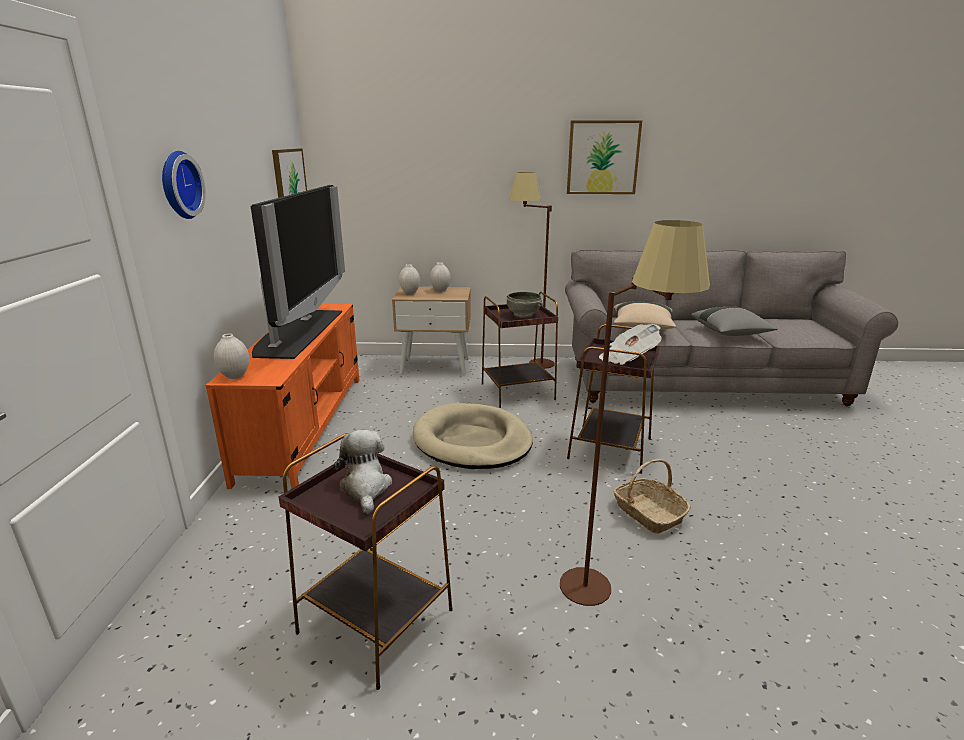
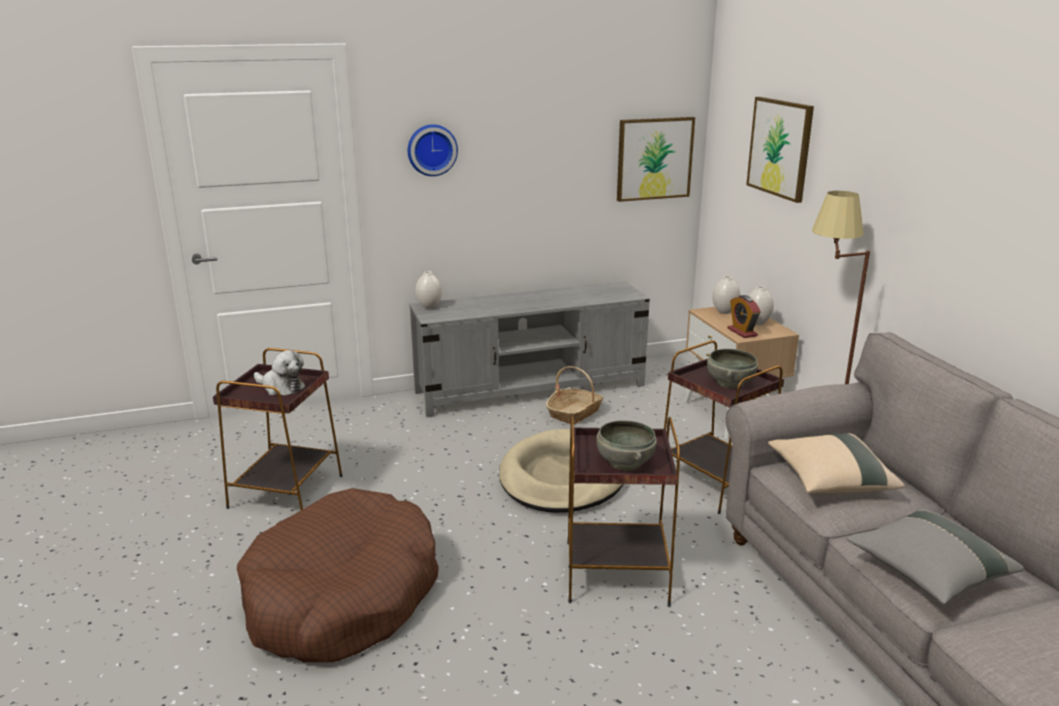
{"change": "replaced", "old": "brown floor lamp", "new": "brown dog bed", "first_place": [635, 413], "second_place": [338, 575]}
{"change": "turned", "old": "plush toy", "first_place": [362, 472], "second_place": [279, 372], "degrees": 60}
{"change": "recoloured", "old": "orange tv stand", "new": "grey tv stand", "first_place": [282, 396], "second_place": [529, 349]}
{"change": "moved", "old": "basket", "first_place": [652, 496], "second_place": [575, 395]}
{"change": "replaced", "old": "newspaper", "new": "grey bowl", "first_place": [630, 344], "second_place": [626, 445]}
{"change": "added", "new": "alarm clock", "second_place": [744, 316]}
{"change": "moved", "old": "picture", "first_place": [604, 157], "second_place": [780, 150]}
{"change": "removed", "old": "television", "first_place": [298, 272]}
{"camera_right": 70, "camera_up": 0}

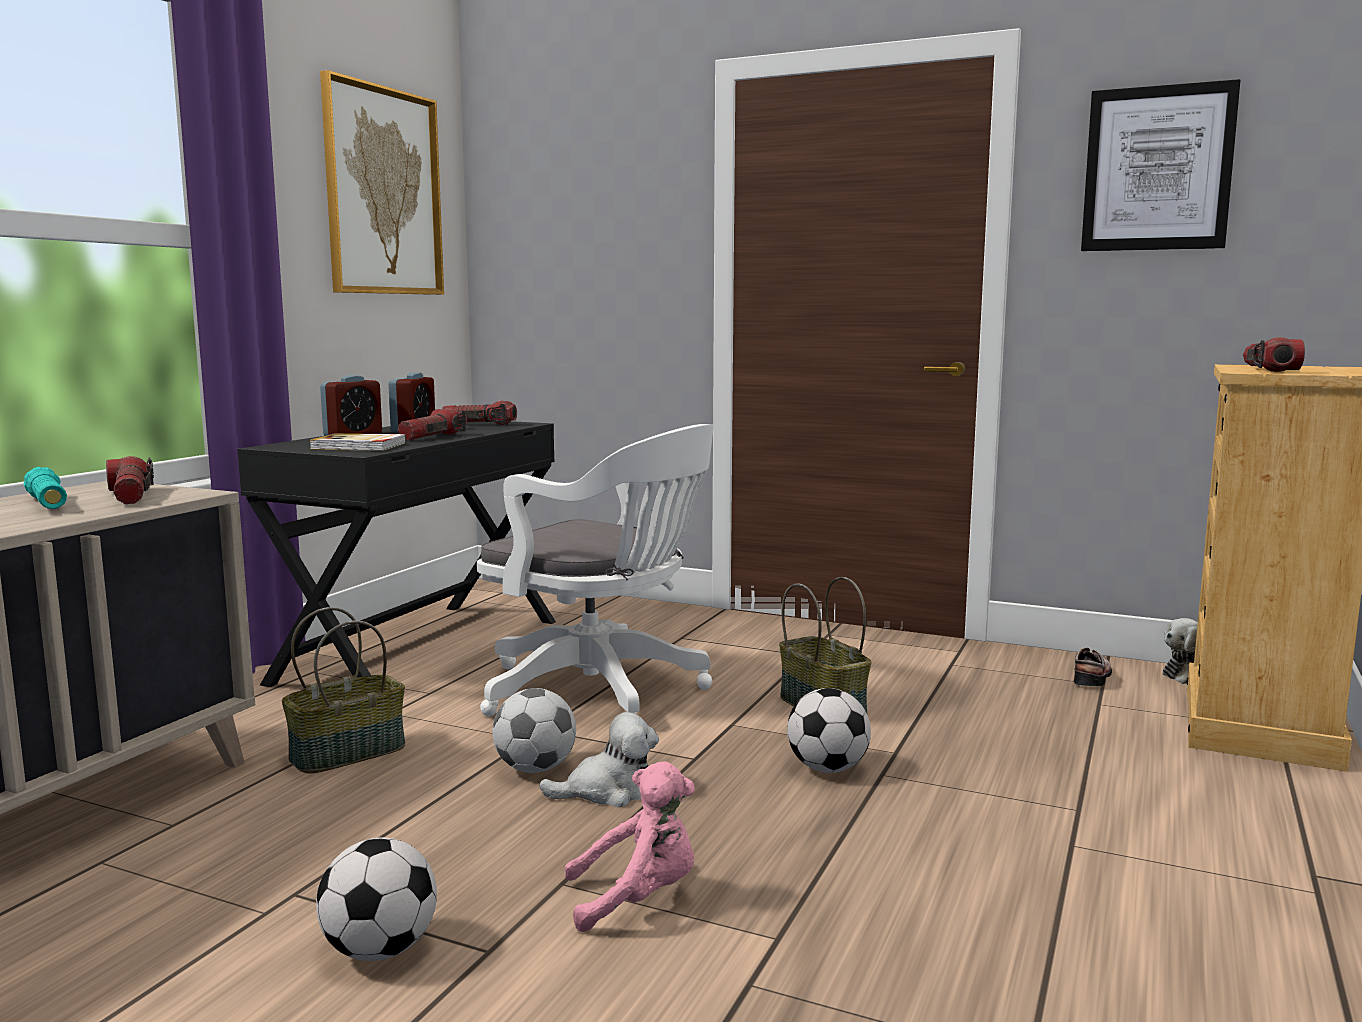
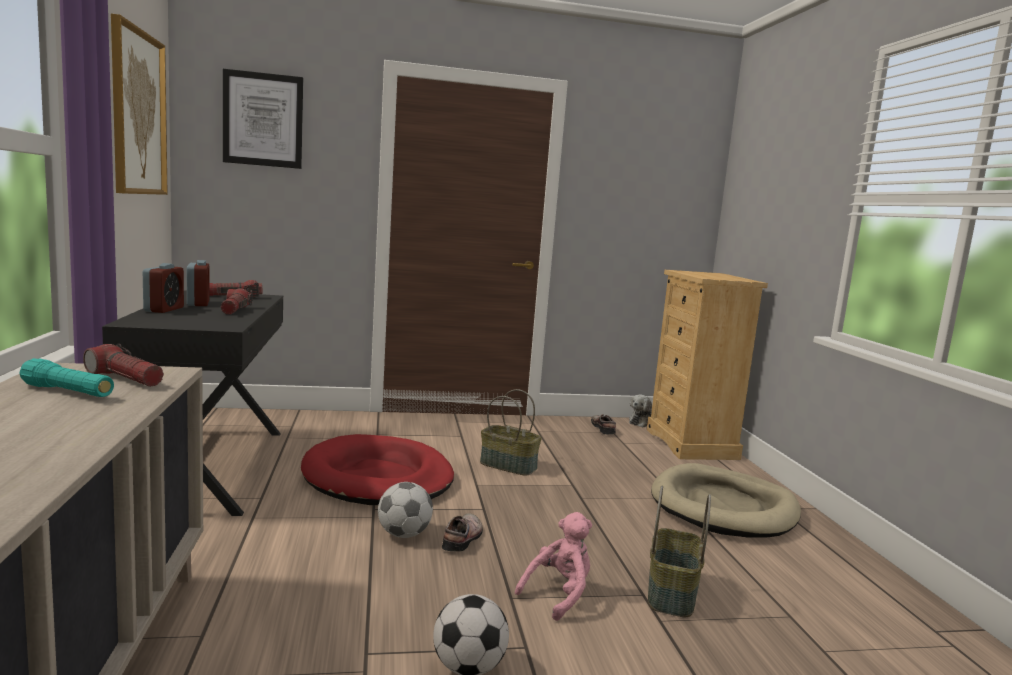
{"change": "moved", "old": "picture", "first_place": [1160, 165], "second_place": [263, 119]}
{"change": "replaced", "old": "white office chair", "new": "red dog bed", "first_place": [595, 570], "second_place": [377, 469]}
{"change": "replaced", "old": "plush toy", "new": "shoe", "first_place": [599, 759], "second_place": [462, 532]}
{"change": "moved", "old": "basket", "first_place": [343, 690], "second_place": [679, 551]}
{"change": "added", "new": "beige dog bed", "second_place": [726, 500]}
{"change": "removed", "old": "book", "first_place": [357, 442]}
{"change": "removed", "old": "football", "first_place": [829, 730]}
{"change": "removed", "old": "flashlight", "first_place": [1274, 354]}
{"camera_right": -35, "camera_up": 0}

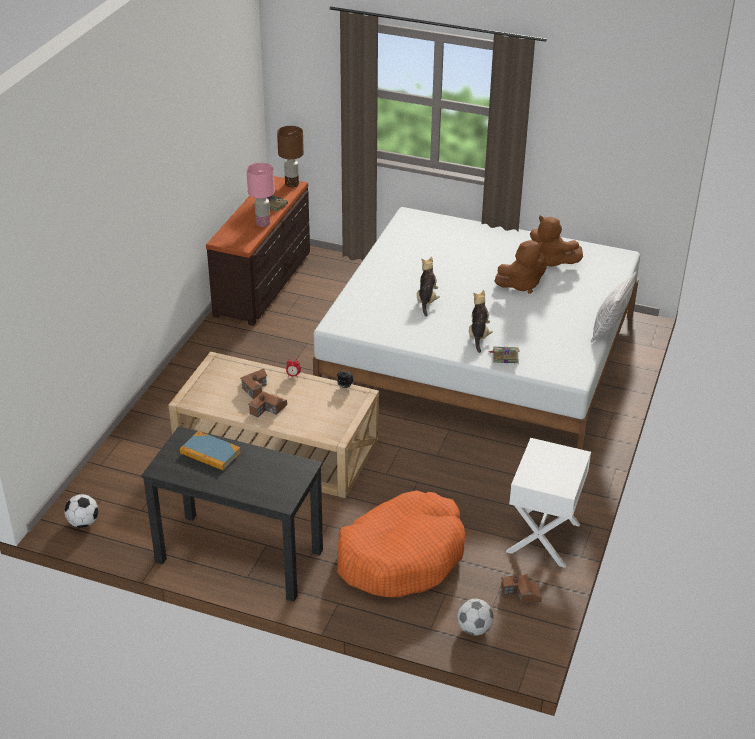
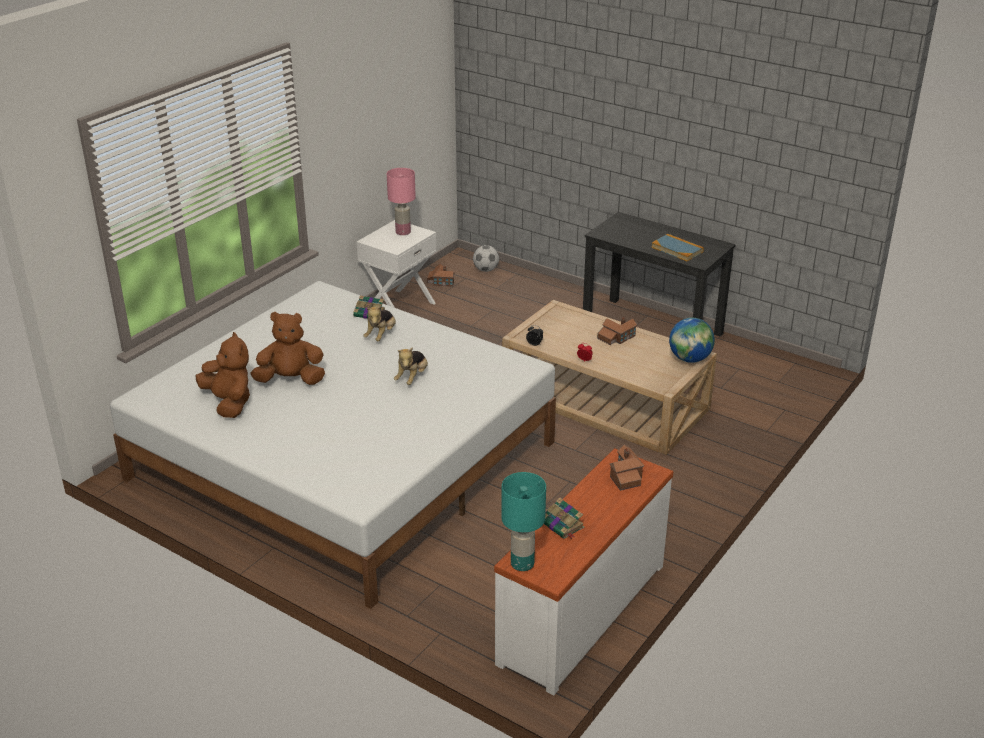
{"change": "moved", "old": "pink table lamp", "first_place": [261, 195], "second_place": [401, 201]}
{"change": "recoloured", "old": "brown dresser", "new": "white dresser", "first_place": [258, 251], "second_place": [583, 571]}
{"change": "recoloured", "old": "brown table lamp", "new": "turquoise table lamp", "first_place": [290, 156], "second_place": [523, 521]}
{"change": "moved", "old": "toy house", "first_place": [253, 384], "second_place": [626, 467]}
{"change": "added", "new": "globe", "second_place": [692, 340]}
{"change": "removed", "old": "football", "first_place": [81, 511]}
{"change": "removed", "old": "orange dog bed", "first_place": [401, 543]}
{"change": "removed", "old": "pillow", "first_place": [614, 306]}
{"camera_right": -165, "camera_up": -5}

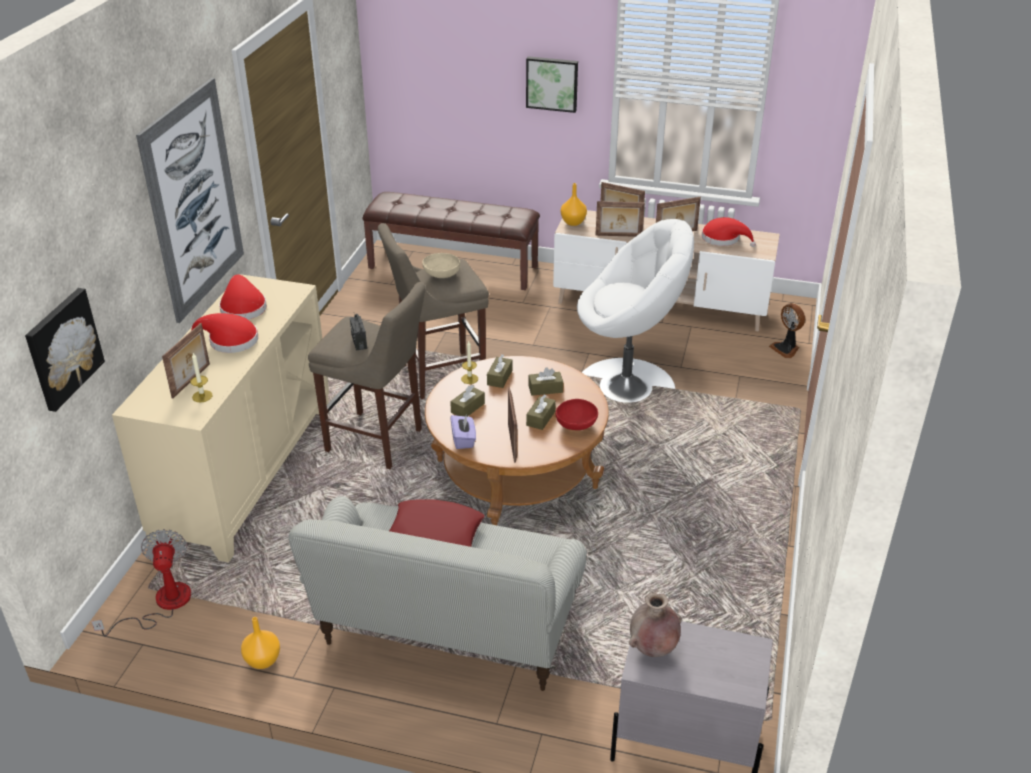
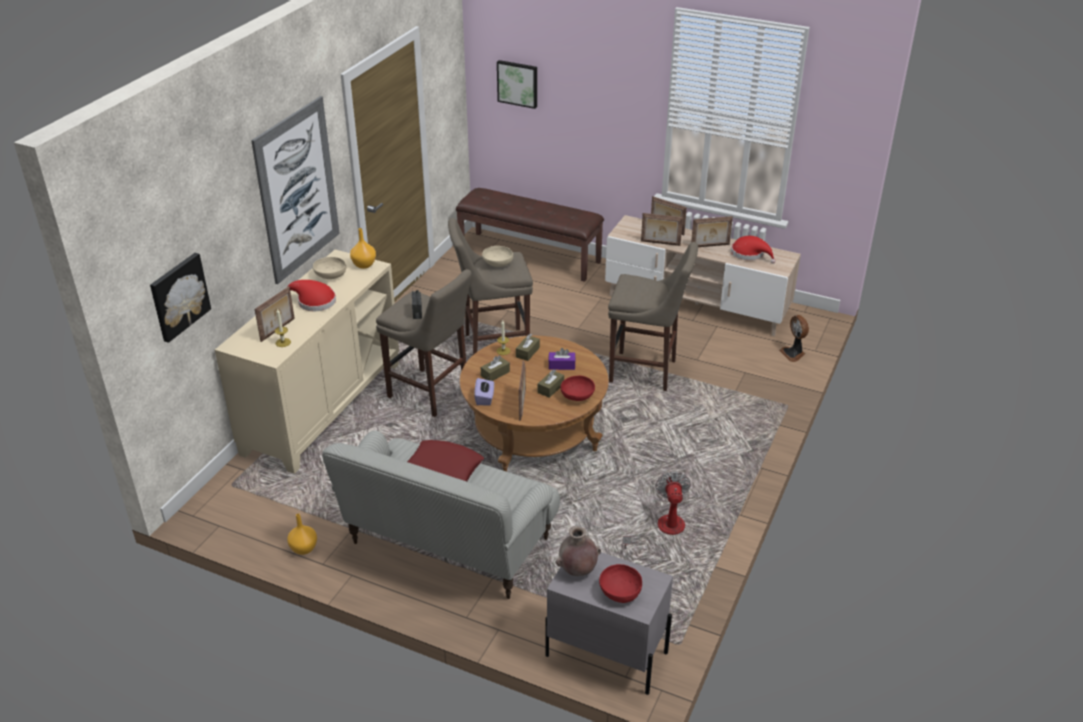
{"change": "replaced", "old": "red hat", "new": "beige bowl", "first_place": [243, 297], "second_place": [329, 268]}
{"change": "moved", "old": "orange vase", "first_place": [574, 204], "second_place": [363, 248]}
{"change": "moved", "old": "picture", "first_place": [552, 84], "second_place": [517, 84]}
{"change": "recoloured", "old": "brown tissue box", "new": "purple tissue box", "first_place": [545, 381], "second_place": [562, 359]}
{"change": "added", "new": "red bowl", "second_place": [620, 583]}
{"change": "replaced", "old": "white armchair", "new": "beige stool", "first_place": [635, 311], "second_place": [653, 316]}
{"change": "moved", "old": "fan", "first_place": [141, 582], "second_place": [657, 510]}
{"camera_right": 10, "camera_up": 0}

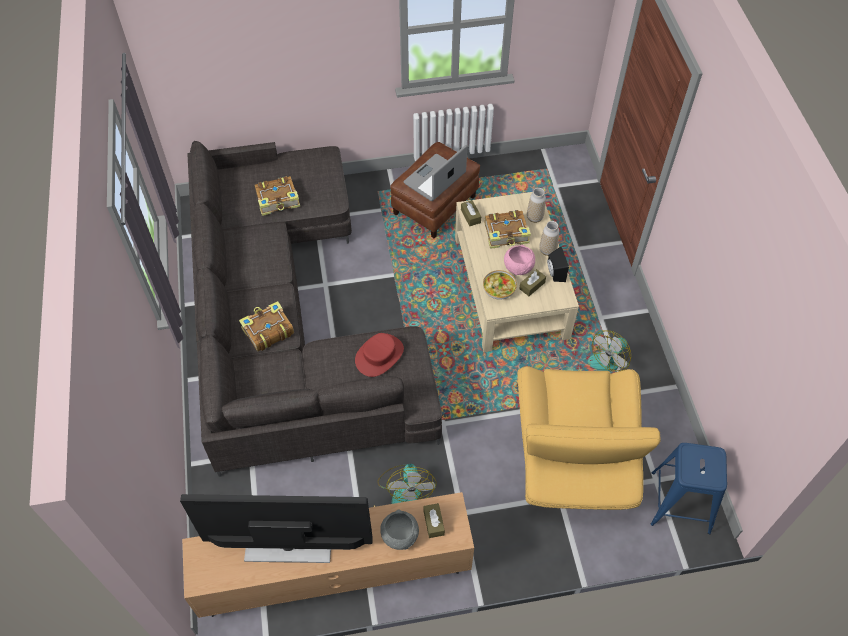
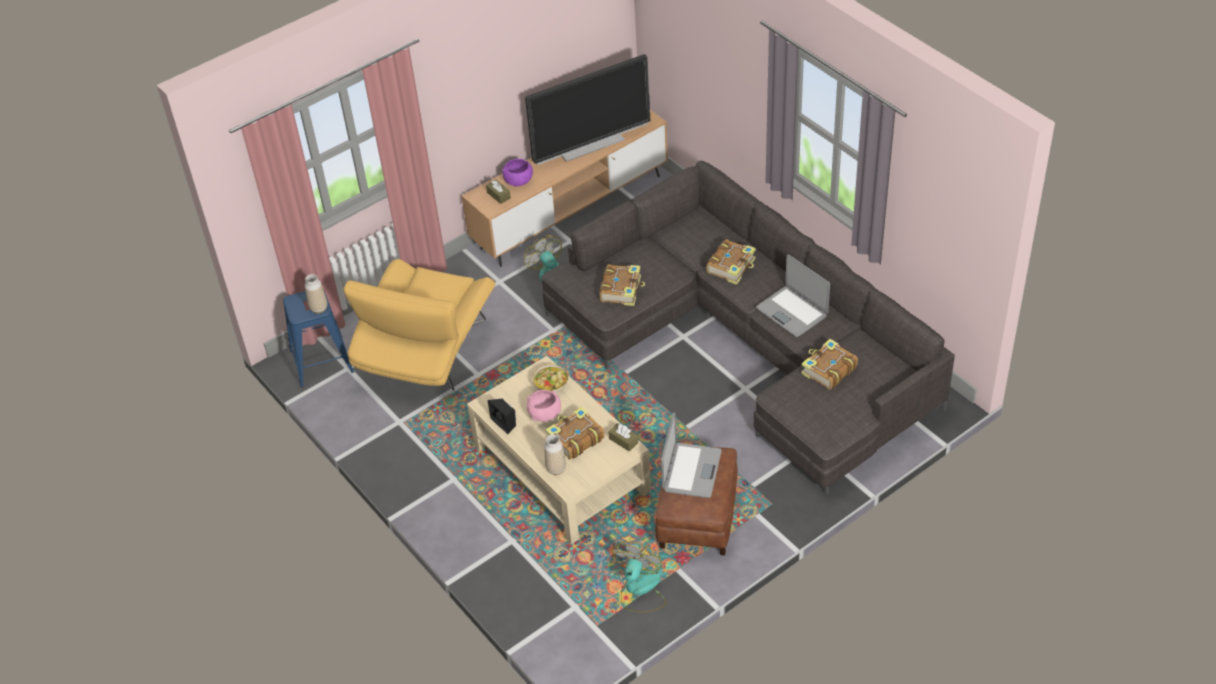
{"change": "moved", "old": "vase", "first_place": [549, 238], "second_place": [316, 293]}
{"change": "turned", "old": "yellow armchair", "first_place": [589, 438], "second_place": [419, 325], "degrees": -135}
{"change": "recoloured", "old": "grey bowl", "new": "purple bowl", "first_place": [399, 529], "second_place": [517, 172]}
{"change": "replaced", "old": "red hat", "new": "book", "first_place": [379, 355], "second_place": [622, 285]}
{"change": "moved", "old": "fan", "first_place": [609, 351], "second_place": [639, 577]}
{"change": "added", "new": "laptop", "second_place": [793, 296]}
{"change": "removed", "old": "brown tissue box", "first_place": [532, 282]}
{"camera_right": 155, "camera_up": -10}

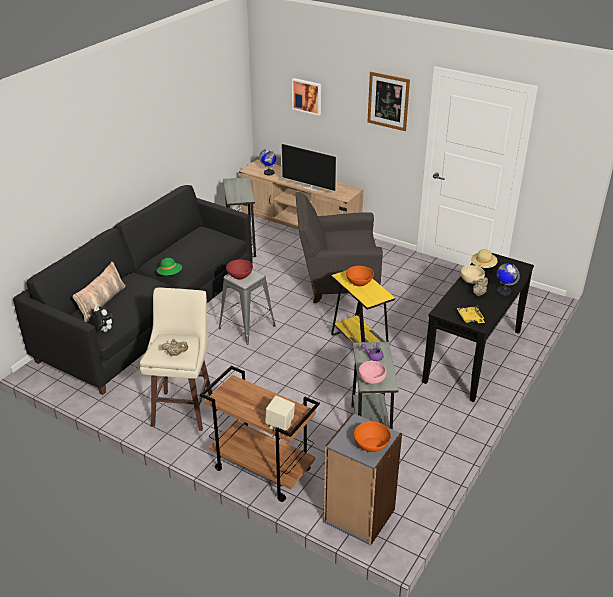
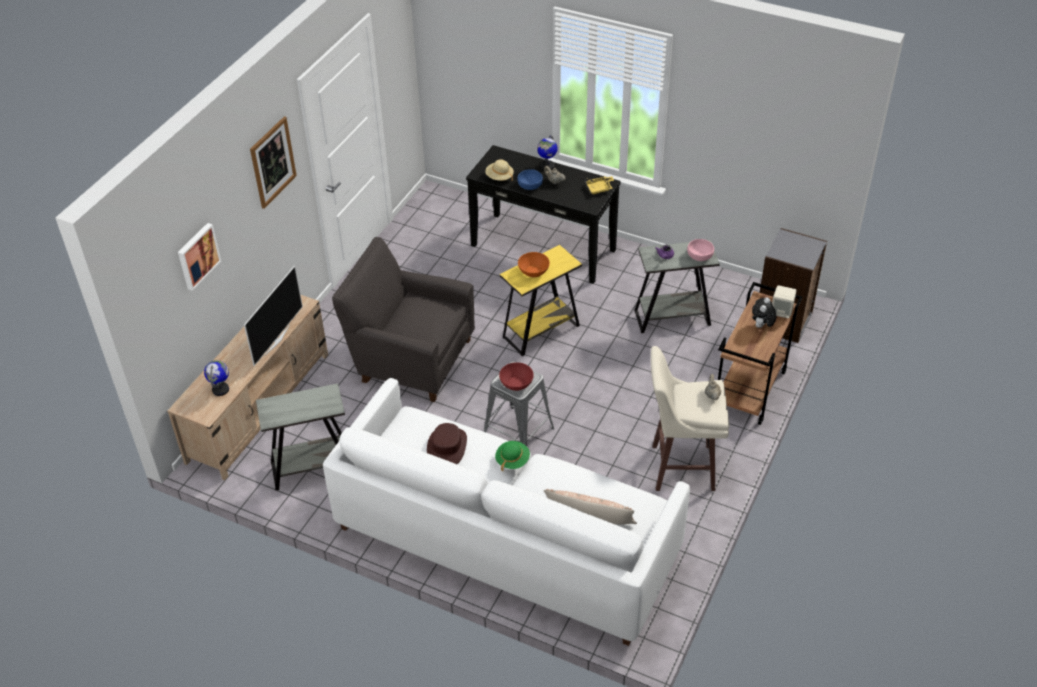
{"change": "recoloured", "old": "black sofa", "new": "white sofa", "first_place": [133, 290], "second_place": [506, 512]}
{"change": "turned", "old": "grey armchair", "first_place": [339, 247], "second_place": [403, 319], "degrees": 120}
{"change": "added", "new": "brown hat", "second_place": [447, 443]}
{"change": "recoloured", "old": "beige bowl", "new": "blue bowl", "first_place": [473, 274], "second_place": [530, 179]}
{"change": "moved", "old": "plush toy", "first_place": [100, 319], "second_place": [764, 312]}
{"change": "removed", "old": "orange bowl", "first_place": [372, 437]}
{"camera_right": -95, "camera_up": 10}

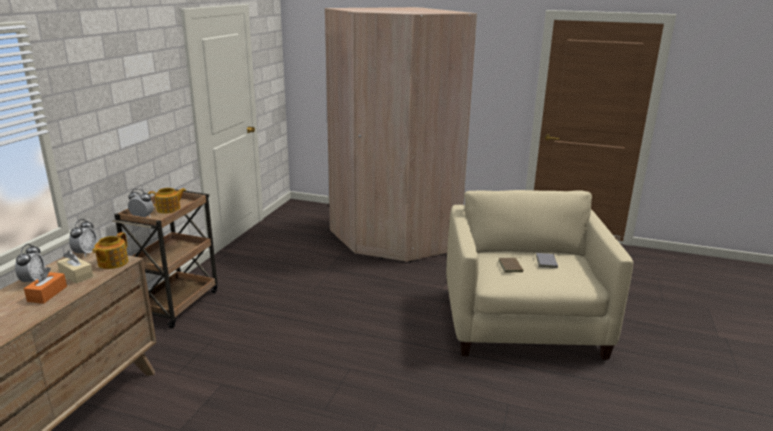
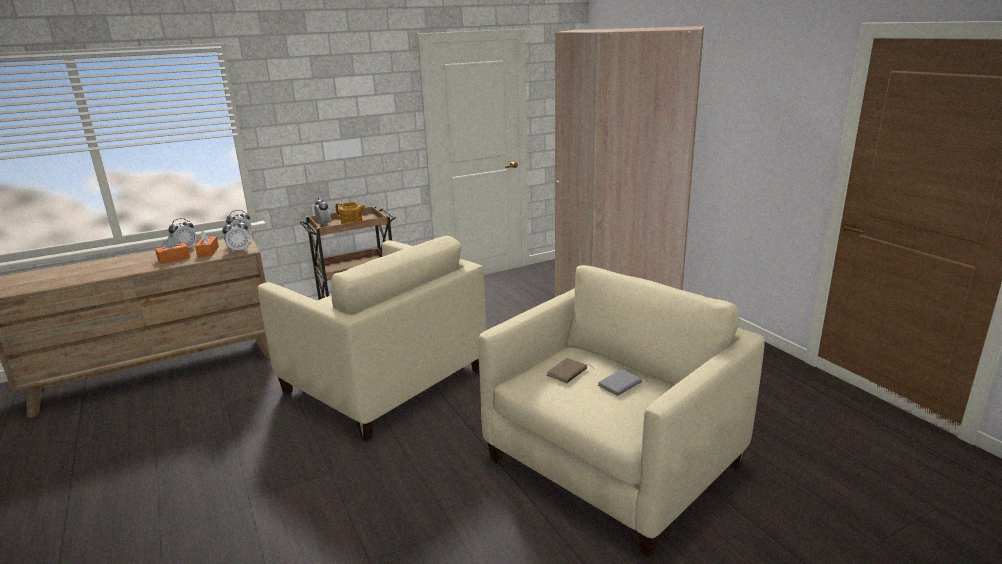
{"change": "recoloured", "old": "beige tissue box", "new": "orange tissue box", "first_place": [75, 267], "second_place": [207, 243]}
{"change": "replaced", "old": "teapot", "new": "alarm clock", "first_place": [110, 250], "second_place": [236, 235]}
{"change": "added", "new": "beige armchair", "second_place": [372, 338]}
{"camera_right": 45, "camera_up": 0}

